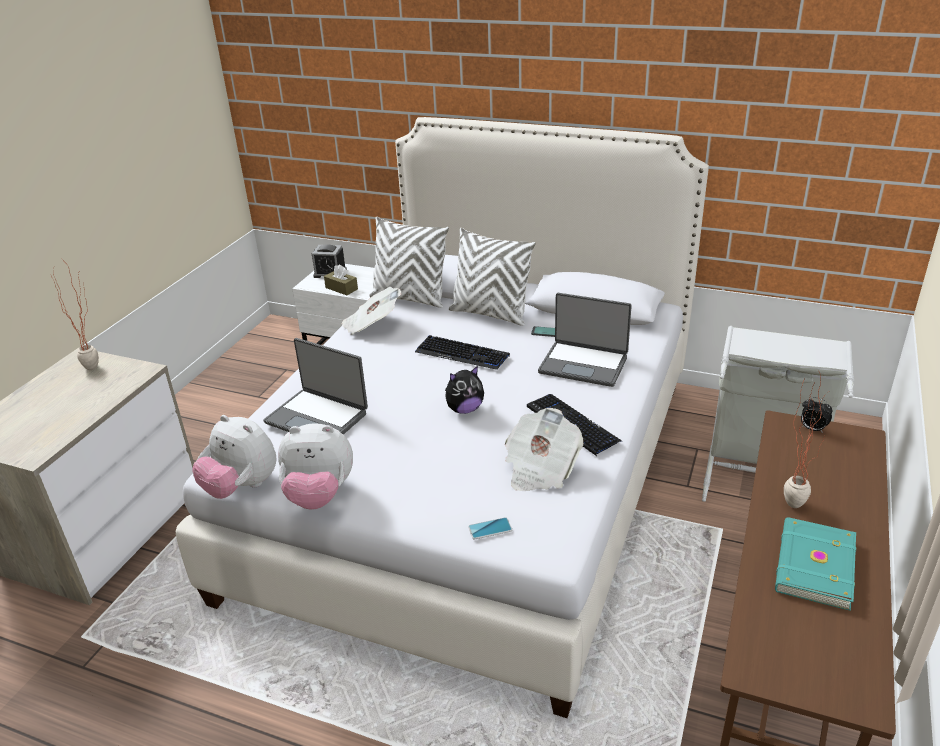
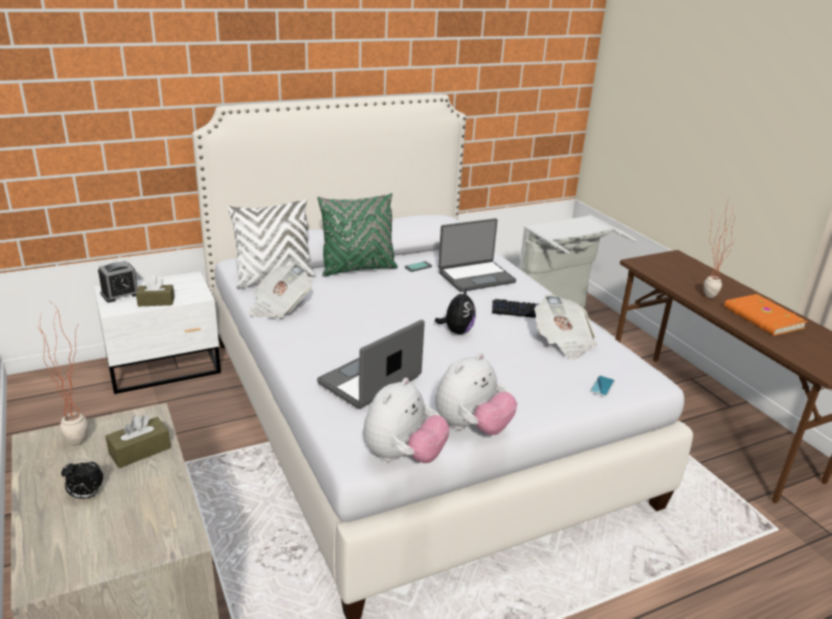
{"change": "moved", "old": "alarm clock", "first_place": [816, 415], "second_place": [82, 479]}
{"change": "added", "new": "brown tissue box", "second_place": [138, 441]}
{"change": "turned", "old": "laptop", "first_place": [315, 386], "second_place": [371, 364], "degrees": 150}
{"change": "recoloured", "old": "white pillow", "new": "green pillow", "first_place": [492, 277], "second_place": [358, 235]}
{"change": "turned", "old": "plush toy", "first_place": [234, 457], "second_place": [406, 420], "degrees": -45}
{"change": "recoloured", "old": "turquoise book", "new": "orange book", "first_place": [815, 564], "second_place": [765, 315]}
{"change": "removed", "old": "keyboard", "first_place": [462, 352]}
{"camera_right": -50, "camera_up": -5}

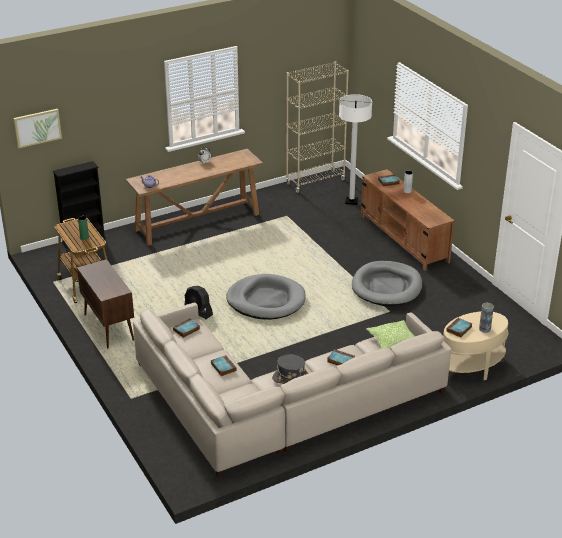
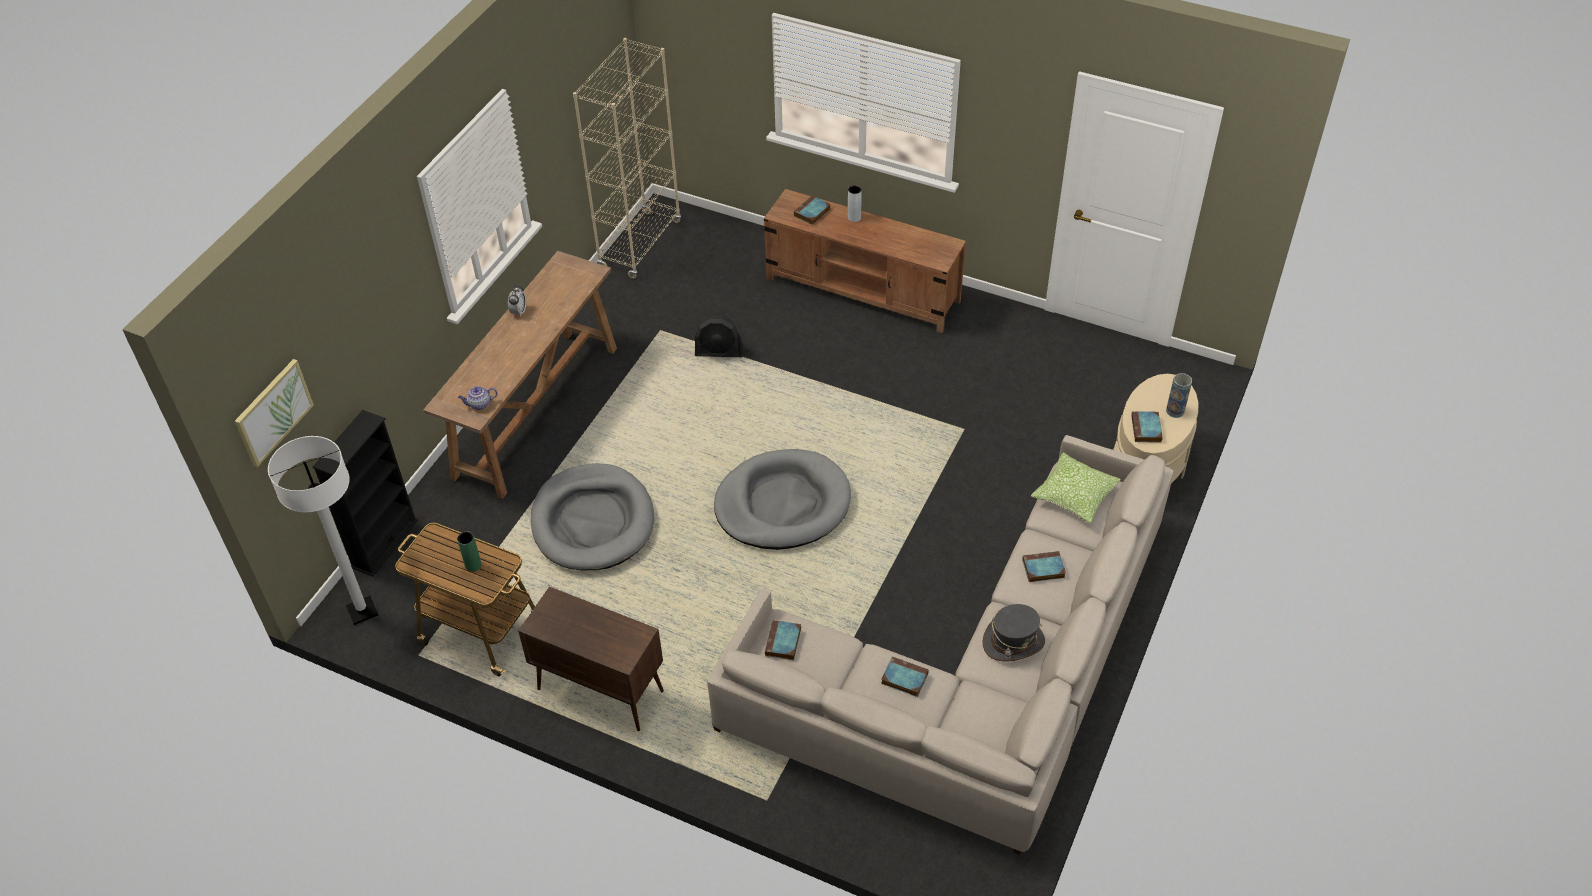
{"change": "moved", "old": "white floor lamp", "first_place": [355, 149], "second_place": [323, 530]}
{"change": "moved", "old": "grey dog bed", "first_place": [387, 283], "second_place": [592, 517]}
{"change": "moved", "old": "black fan", "first_place": [198, 302], "second_place": [719, 335]}
{"camera_right": -35, "camera_up": 15}

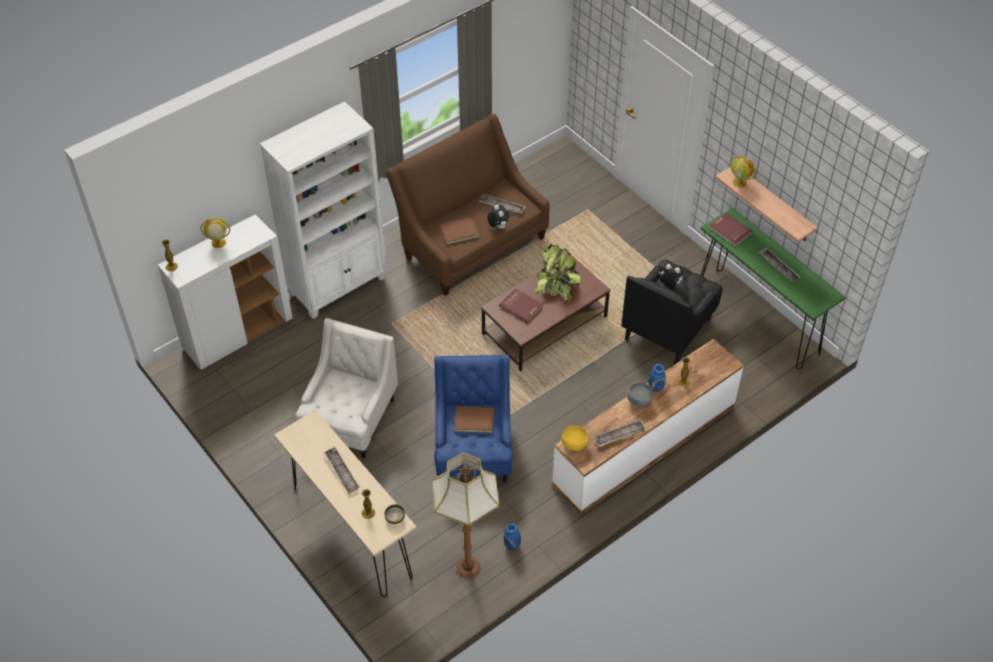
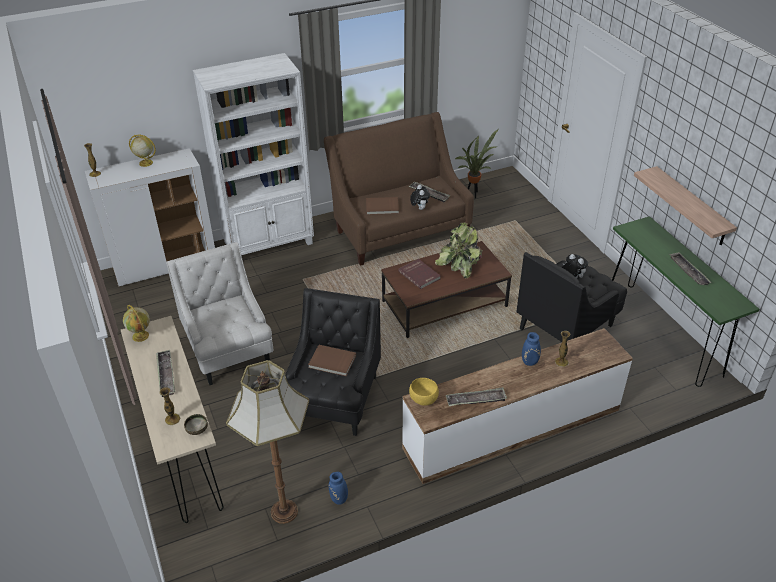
{"change": "moved", "old": "globe", "first_place": [743, 171], "second_place": [136, 323]}
{"change": "turned", "old": "white armchair", "first_place": [346, 388], "second_place": [219, 313], "degrees": -60}
{"change": "recoloured", "old": "blue armchair", "new": "black armchair", "first_place": [473, 419], "second_place": [333, 362]}
{"change": "added", "new": "potted plant", "second_place": [477, 164]}
{"change": "removed", "old": "grey bowl", "first_place": [640, 394]}
{"change": "removed", "old": "red book", "first_place": [731, 230]}
{"camera_right": 15, "camera_up": -10}

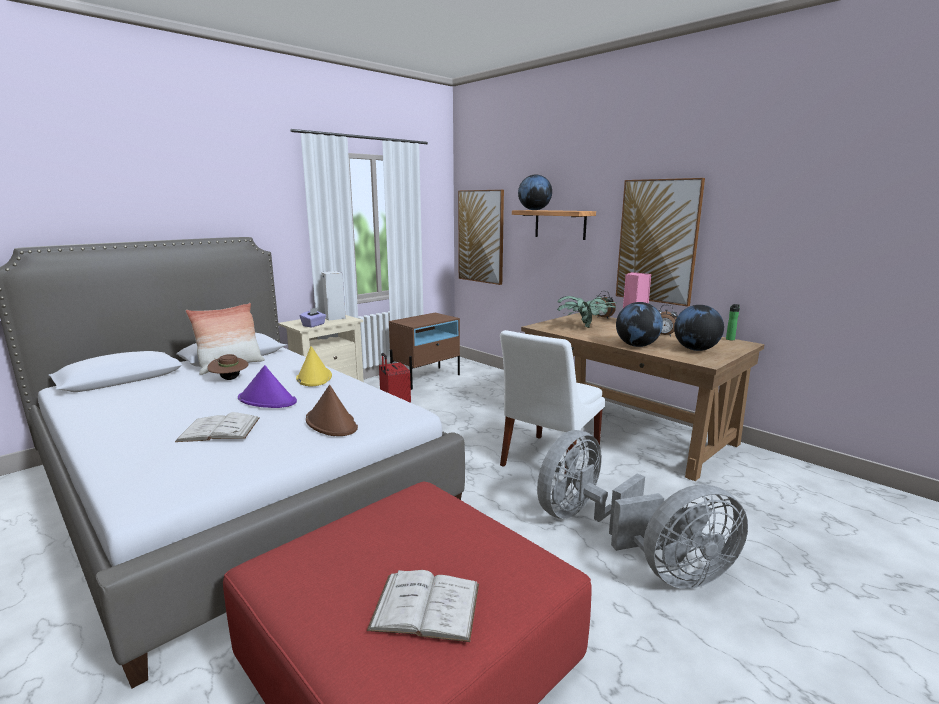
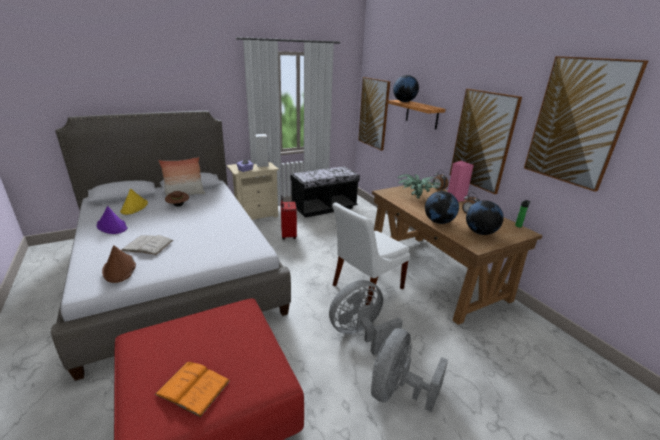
{"change": "moved", "old": "purple hat", "first_place": [267, 386], "second_place": [112, 220]}
{"change": "moved", "old": "brown hat", "first_place": [332, 410], "second_place": [119, 264]}
{"change": "moved", "old": "yellow hat", "first_place": [314, 366], "second_place": [134, 201]}
{"change": "recoloured", "old": "white book", "new": "orange book", "first_place": [423, 606], "second_place": [192, 389]}
{"change": "replaced", "old": "brown nightstand", "new": "black bench", "first_place": [424, 351], "second_place": [325, 192]}
{"change": "turned", "old": "grey fan", "first_place": [679, 536], "second_place": [409, 370], "degrees": 120}
{"change": "added", "new": "picture", "second_place": [586, 124]}
{"camera_right": 15, "camera_up": 10}

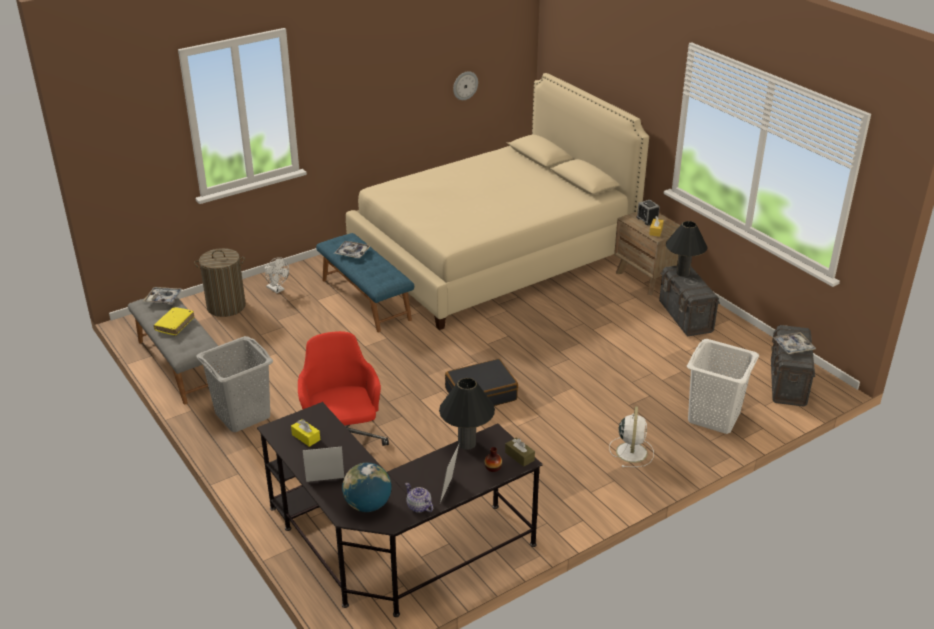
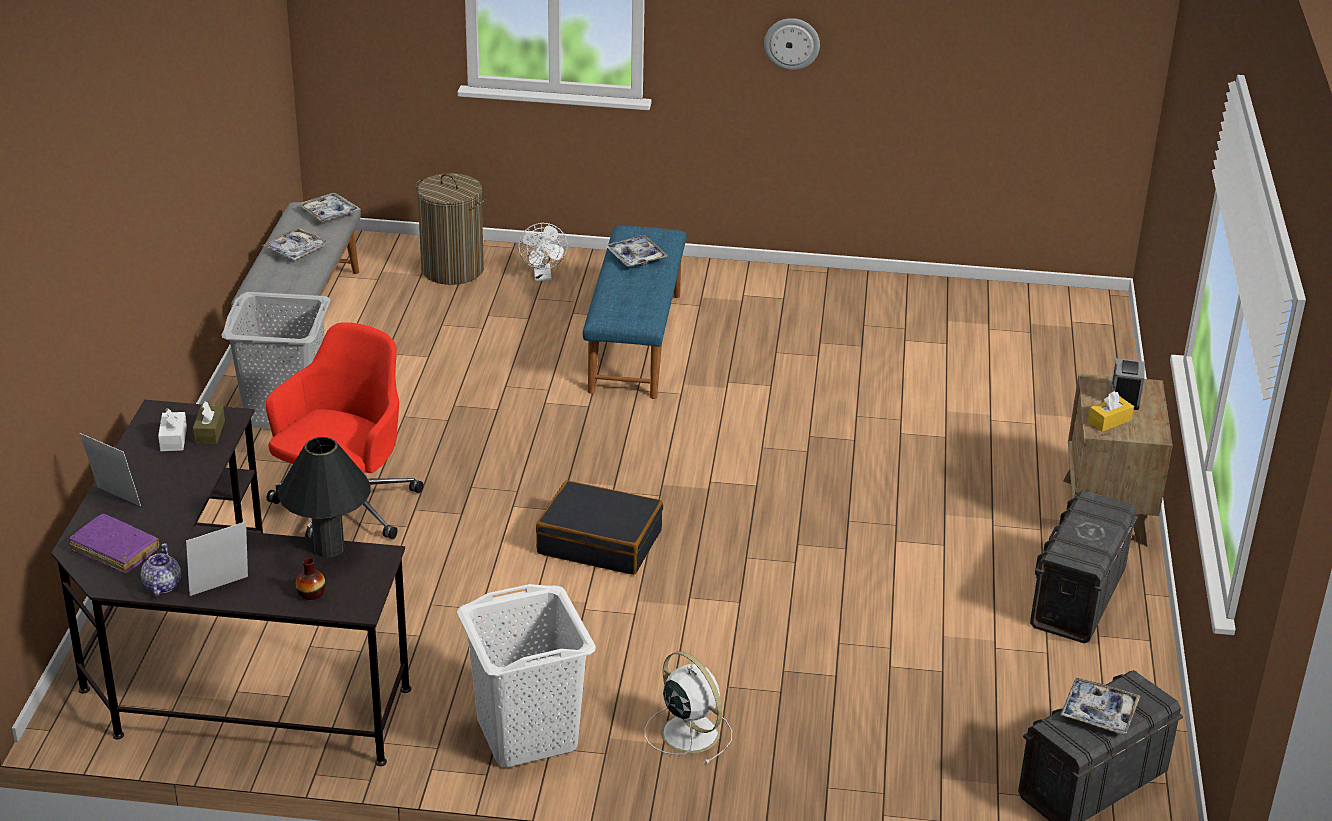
{"change": "replaced", "old": "globe", "new": "purple book", "first_place": [366, 487], "second_place": [114, 544]}
{"change": "recoloured", "old": "yellow tissue box", "new": "white tissue box", "first_place": [305, 433], "second_place": [172, 429]}
{"change": "moved", "old": "brown tissue box", "first_place": [520, 452], "second_place": [209, 422]}
{"change": "replaced", "old": "yellow book", "new": "tray", "first_place": [173, 321], "second_place": [295, 243]}
{"change": "moved", "old": "white laundry basket", "first_place": [723, 386], "second_place": [526, 676]}
{"change": "turned", "old": "white fan", "first_place": [631, 436], "second_place": [688, 707], "degrees": -90}
{"change": "moved", "old": "wall clock", "first_place": [465, 85], "second_place": [792, 44]}
{"change": "removed", "old": "beige bed", "first_place": [497, 201]}
{"change": "removed", "old": "black table lamp", "first_place": [686, 249]}
{"camera_right": 40, "camera_up": 0}

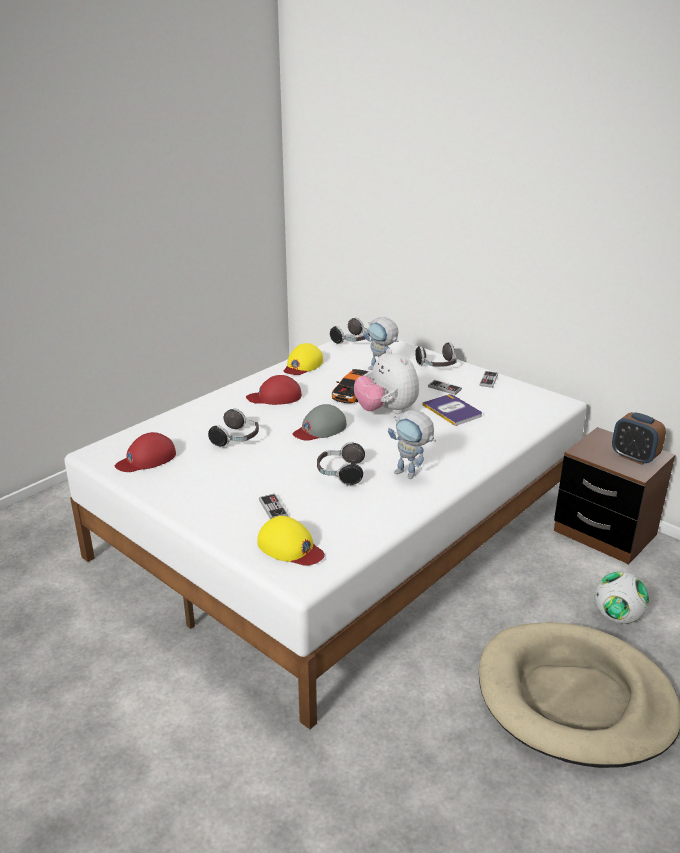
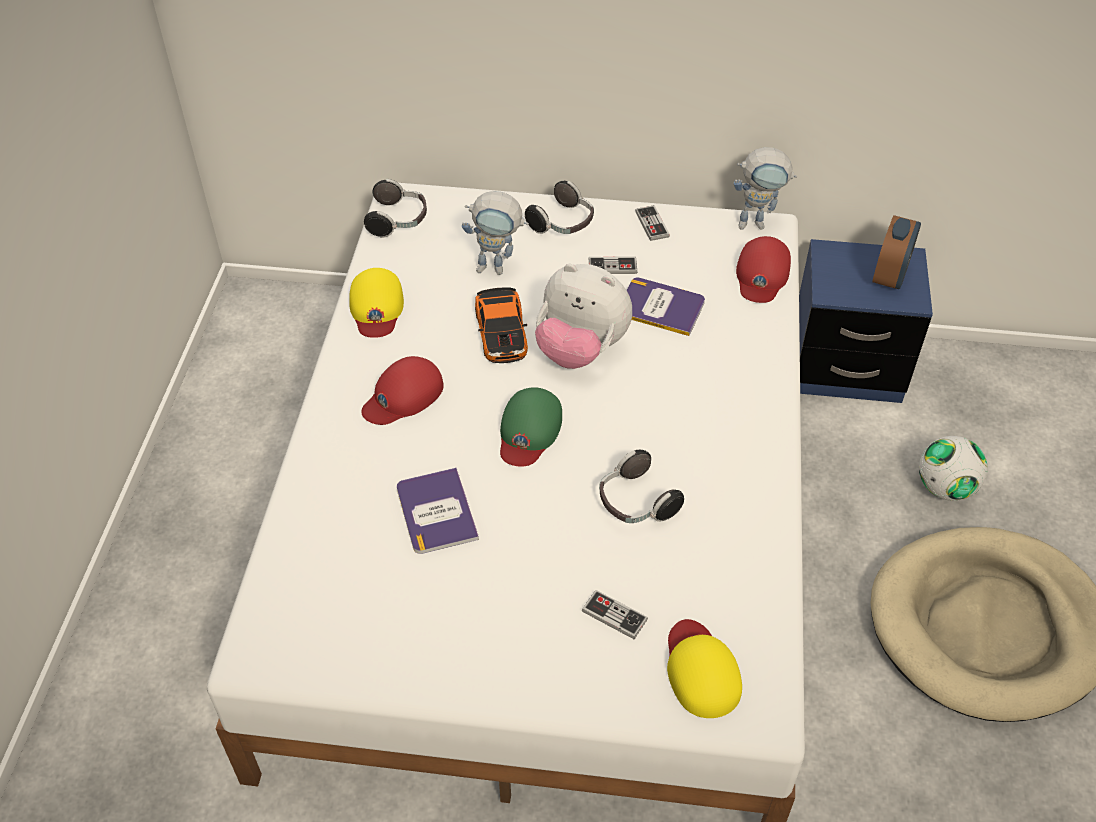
{"change": "replaced", "old": "headphones", "new": "book", "first_place": [233, 428], "second_place": [438, 511]}
{"change": "recoloured", "old": "grey cap", "new": "green cap", "first_place": [320, 422], "second_place": [531, 427]}
{"change": "turned", "old": "yellow cap", "first_place": [291, 541], "second_place": [704, 668], "degrees": -105}
{"change": "moved", "old": "toy robot", "first_place": [412, 444], "second_place": [765, 188]}
{"change": "moved", "old": "red cap", "first_place": [145, 452], "second_place": [763, 269]}
{"change": "recoloured", "old": "brown nightstand", "new": "blue nightstand", "first_place": [614, 495], "second_place": [866, 321]}
{"change": "turned", "old": "alarm clock", "first_place": [639, 438], "second_place": [896, 252], "degrees": -75}
{"camera_right": -35, "camera_up": 20}

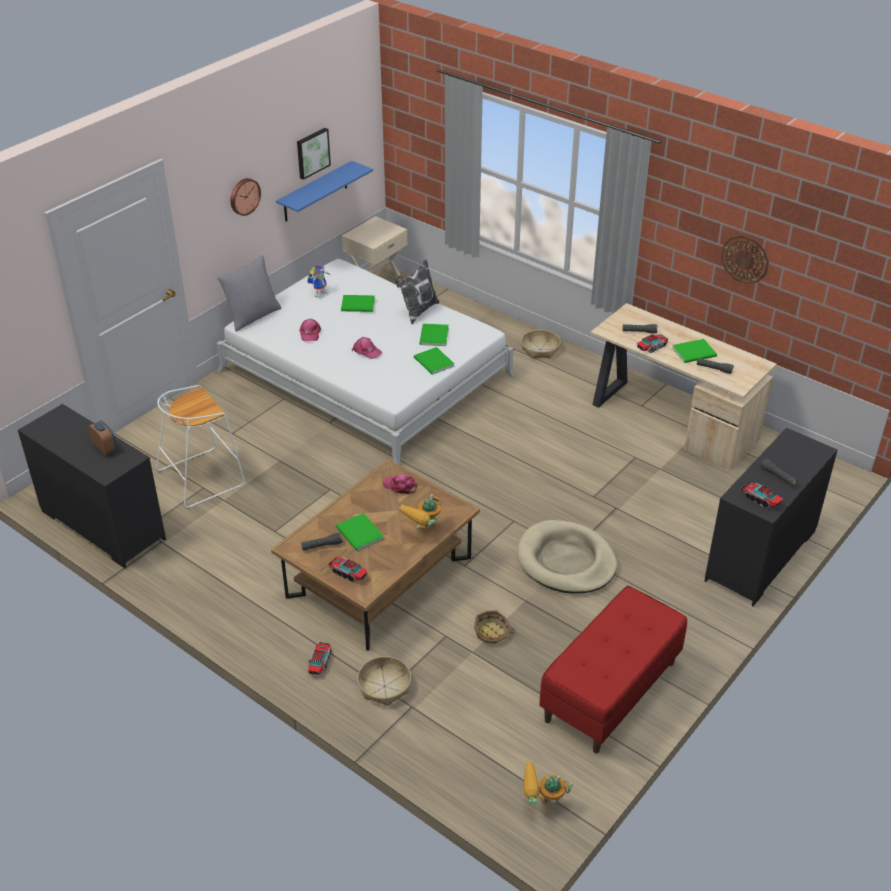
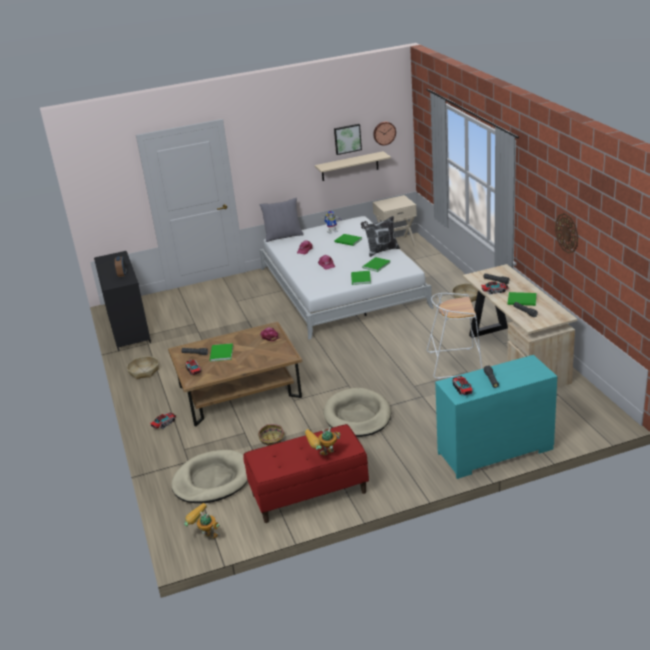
{"change": "moved", "old": "basket", "first_place": [384, 681], "second_place": [143, 367]}
{"change": "added", "new": "beige dog bed", "second_place": [210, 476]}
{"change": "moved", "old": "toy robot", "first_place": [420, 512], "second_place": [322, 441]}
{"change": "recoloured", "old": "blue shelf", "new": "beige shelf", "first_place": [324, 191], "second_place": [353, 166]}
{"change": "moved", "old": "wall clock", "first_place": [246, 197], "second_place": [384, 134]}
{"change": "moved", "old": "white stool", "first_place": [200, 446], "second_place": [454, 336]}
{"change": "recoloured", "old": "black dresser", "new": "turquoise dresser", "first_place": [771, 517], "second_place": [496, 417]}
{"camera_right": 35, "camera_up": -10}

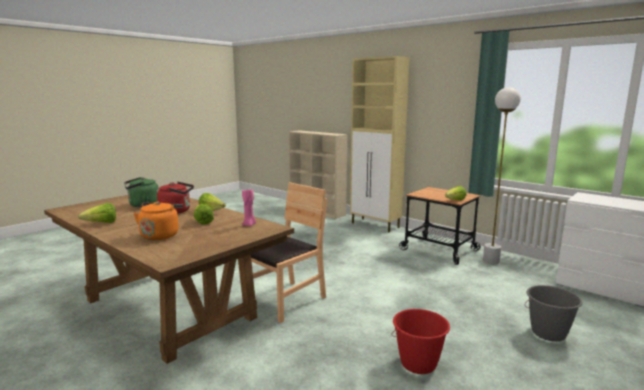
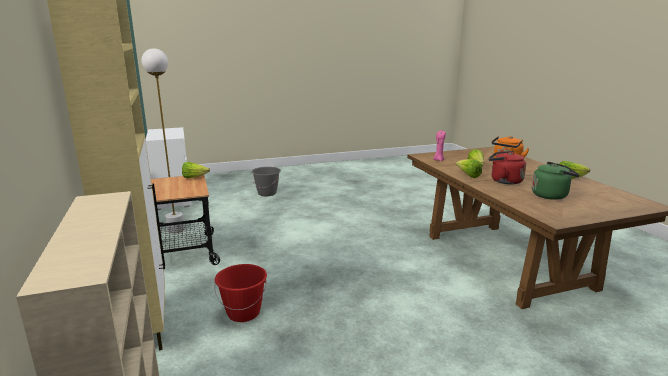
{"change": "moved", "old": "red bucket", "first_place": [420, 341], "second_place": [241, 293]}
{"change": "removed", "old": "brown chair", "first_place": [289, 252]}
{"camera_right": -150, "camera_up": 5}

